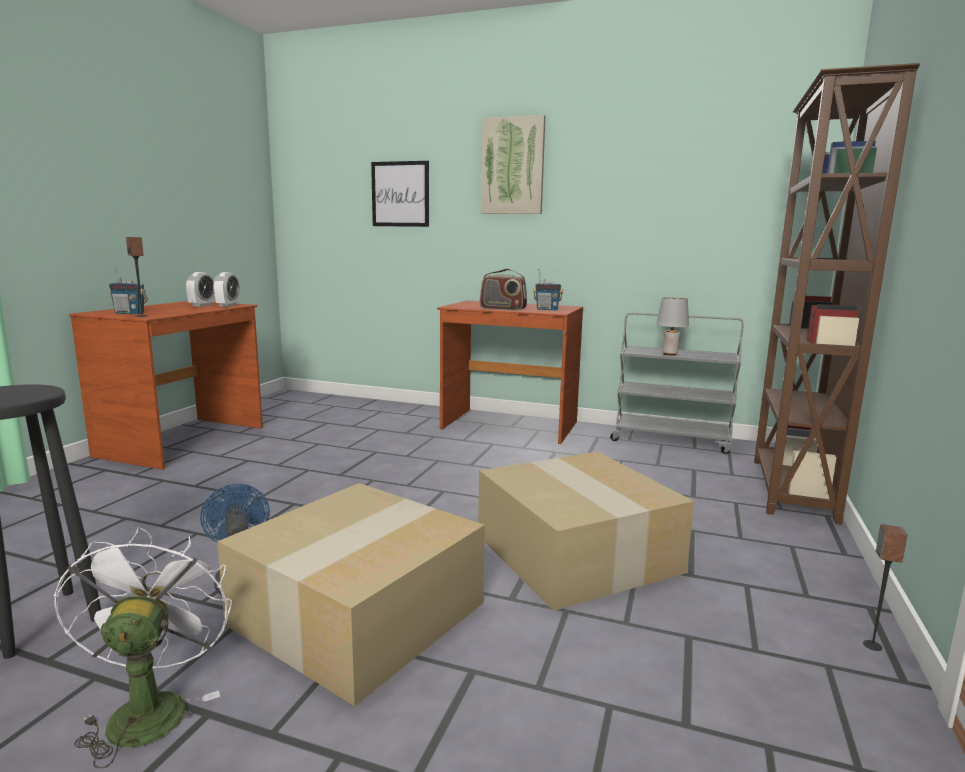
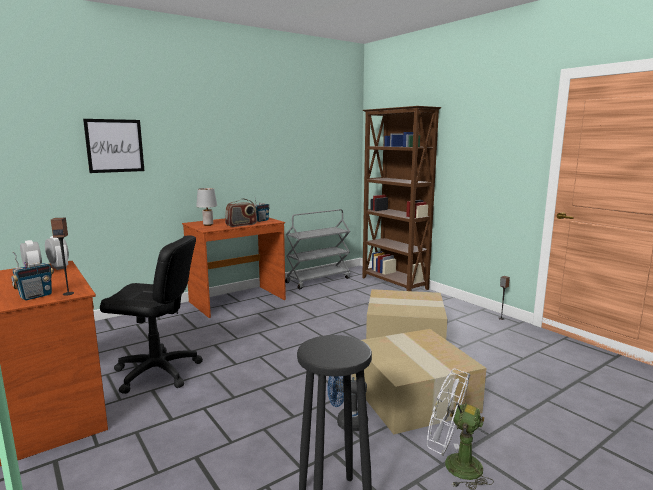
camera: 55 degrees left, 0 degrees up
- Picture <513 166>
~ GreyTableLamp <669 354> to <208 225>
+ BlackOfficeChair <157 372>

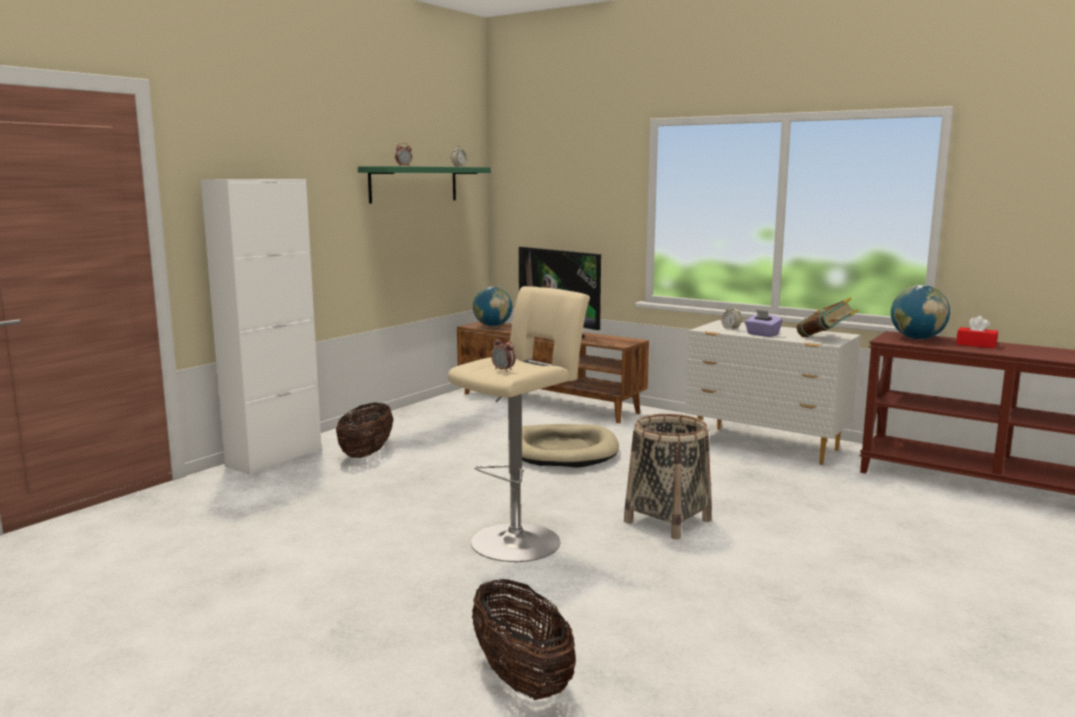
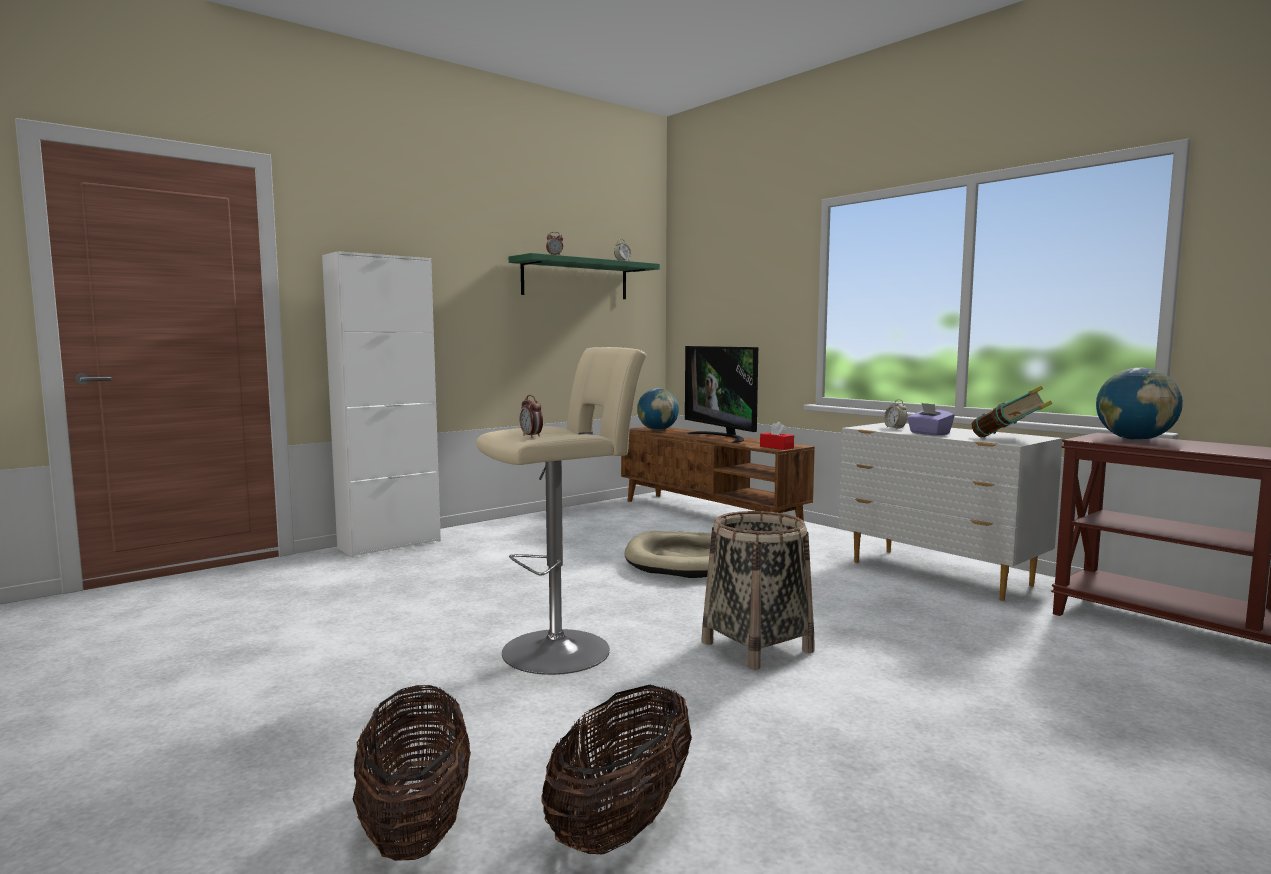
camera: 15 degrees right, 5 degrees down
~ RedTissueBox <976 345> to <776 447>
~ Basket <366 453> to <622 823>

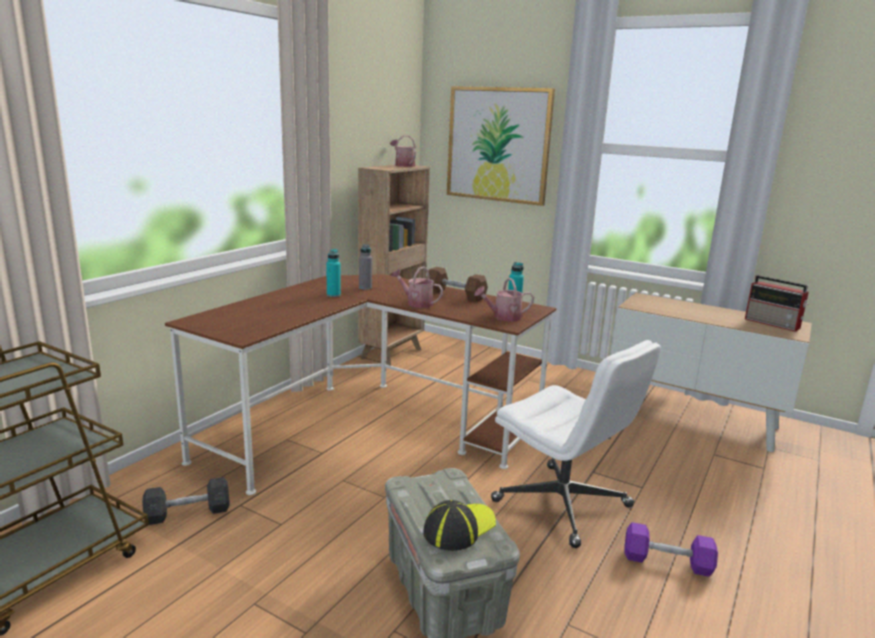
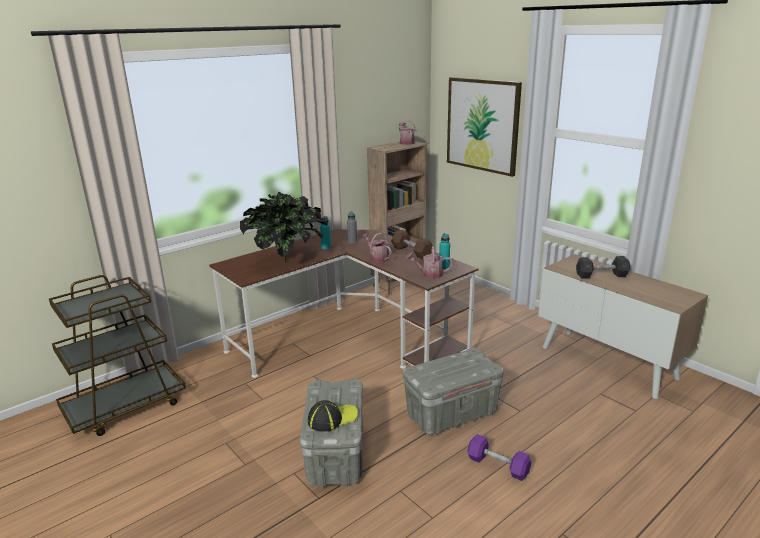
camera: 20 degrees right, 5 degrees up
- Radio <773 324>
~ WhiteOfficeChair <563 504> to GreyStorageBox <451 414>
~ GreyDumbbell <188 513> to <601 275>
+ PottedPlant <287 262>

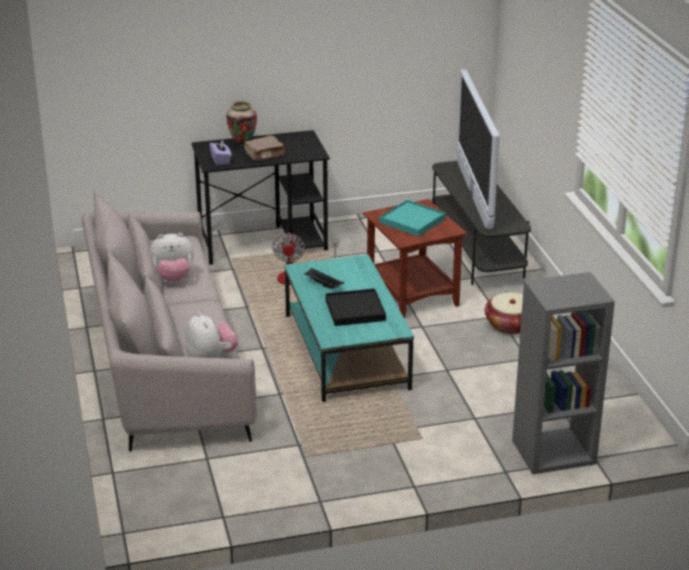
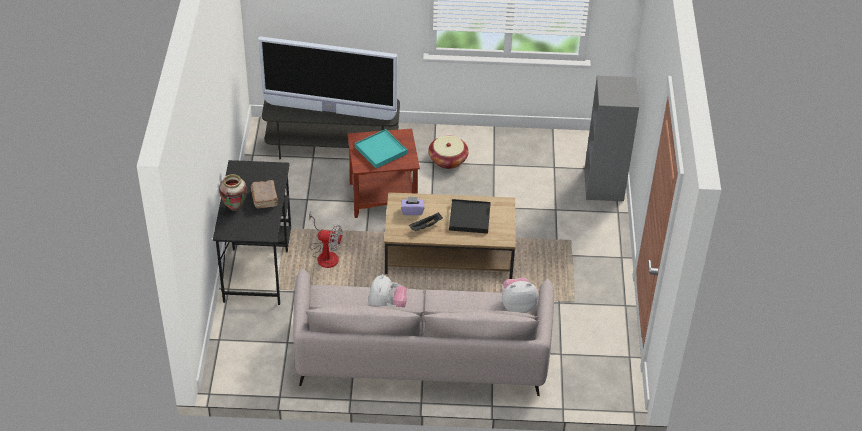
camera: 75 degrees left, 15 degrees up
~ PurpleTissueBox <221 160> to <412 211>
~ TurquoiseCoffeeTable <345 350> to BrownCoffeeTable <448 252>

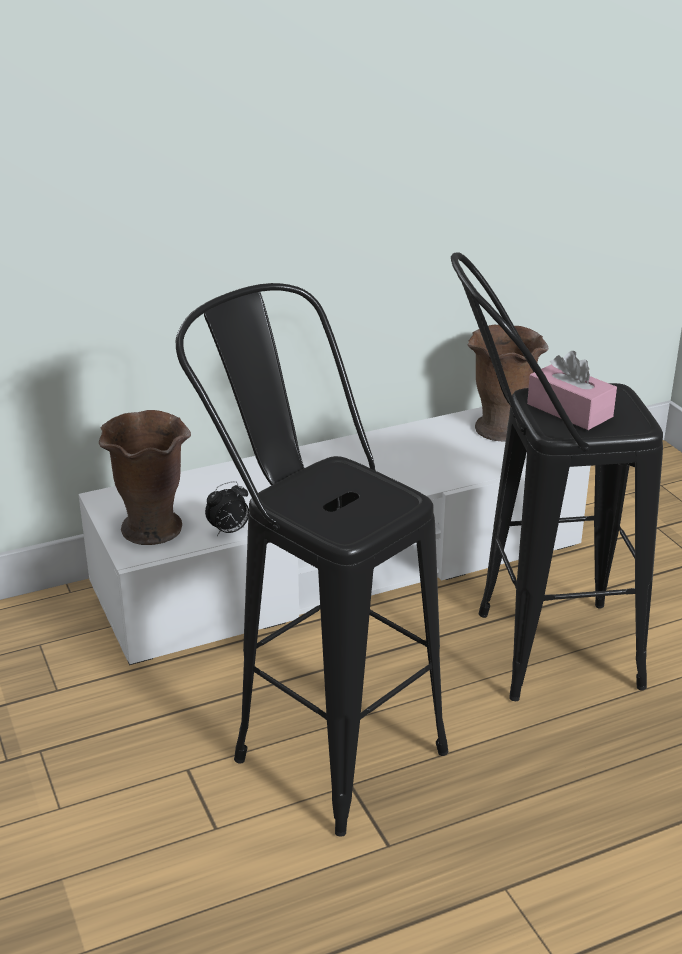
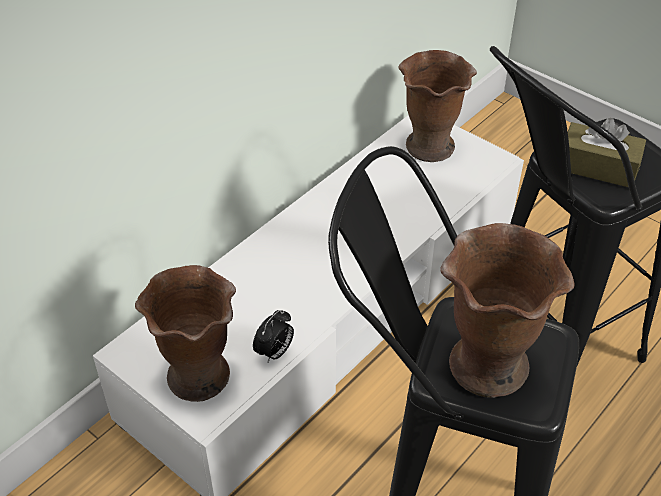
camera: 25 degrees left, 15 degrees up
~ PinkTissueBox <569 410> to BrownTissueBox <598 167>
+ BrownVase <487 366>

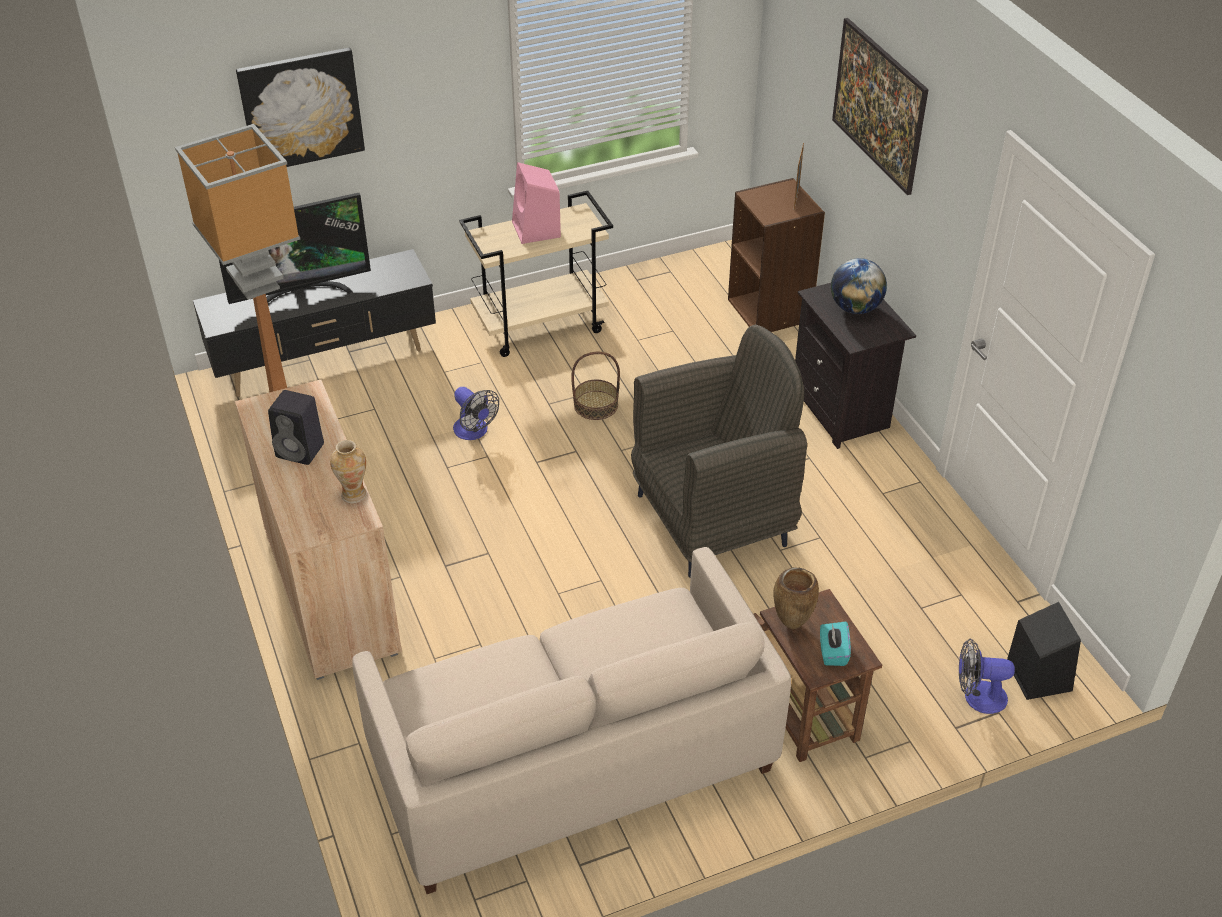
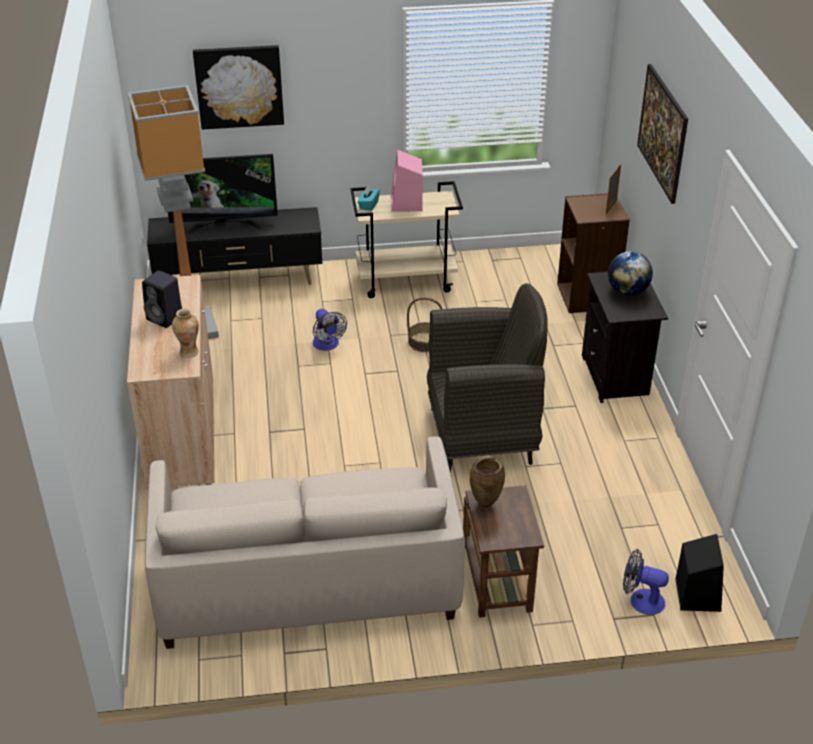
camera: 15 degrees right, 5 degrees down
~ TurquoiseTissueBox <833 652> to <368 205>

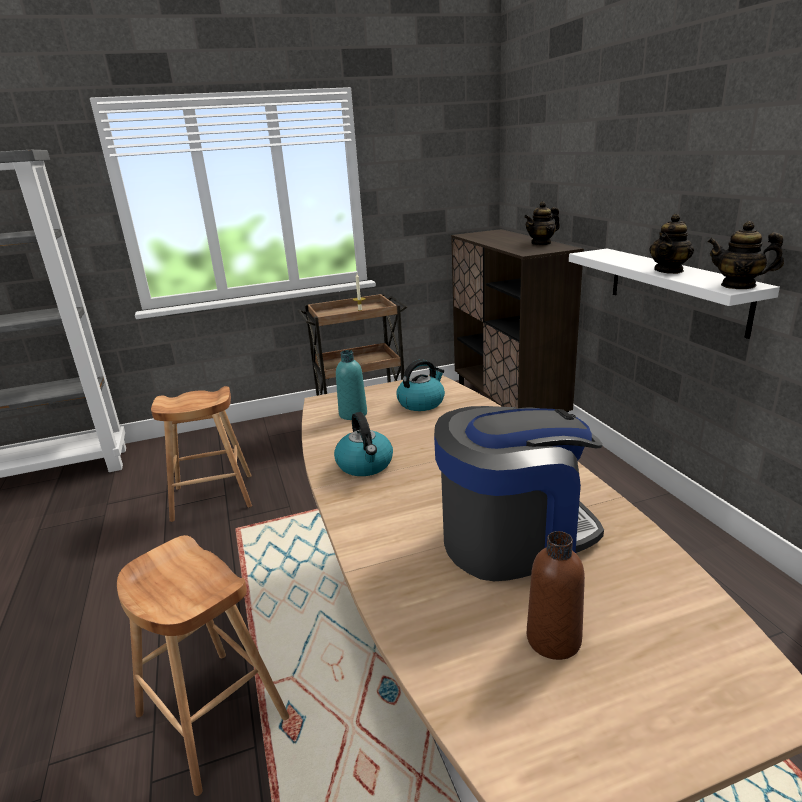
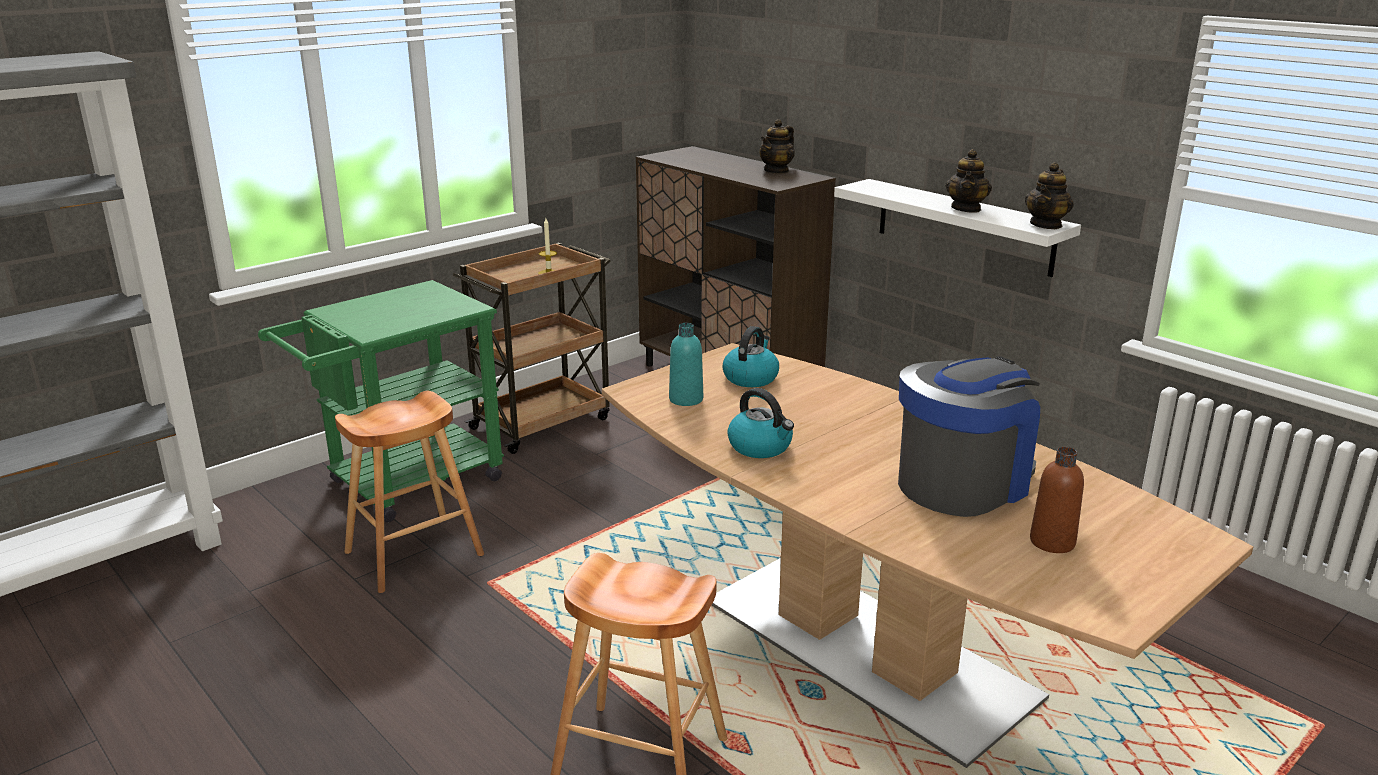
camera: 25 degrees left, 0 degrees up
~ Teapot <738 285> = <1046 225> 60 degrees counterclockwise
+ GreenCart <403 485>

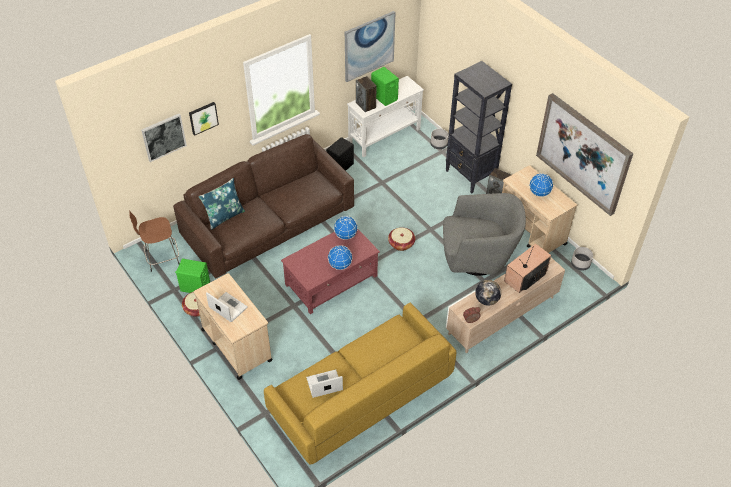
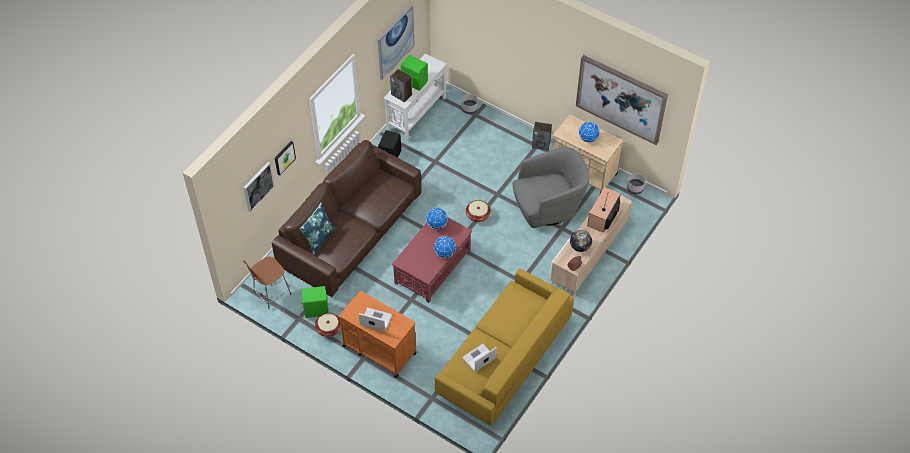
camera: 20 degrees left, 5 degrees up
- BlackBookcase <470 176>
~ BeigeCart <236 344> to OrangeCart <379 349>

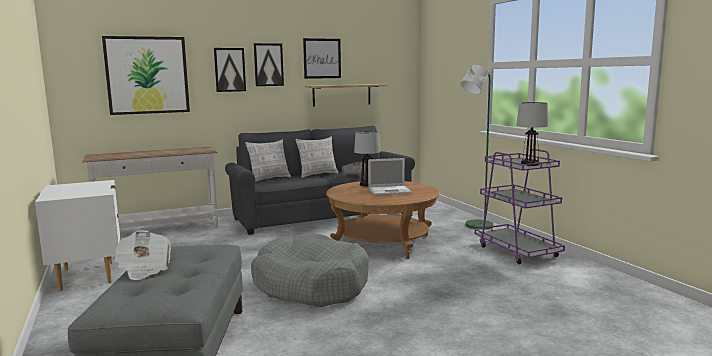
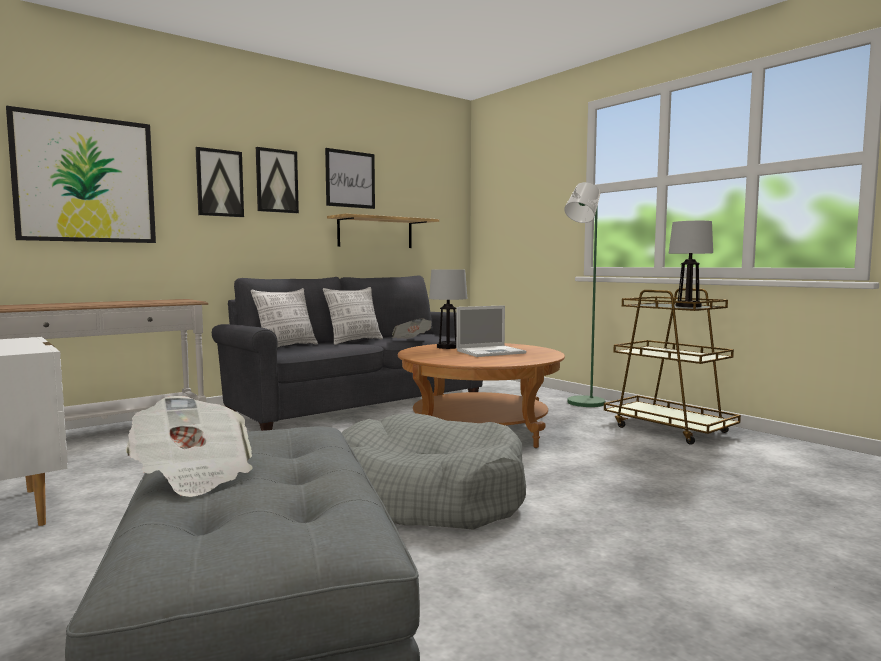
camera: 15 degrees left, 5 degrees down
~ PurpleCart <517 251> to BrownCart <669 429>

